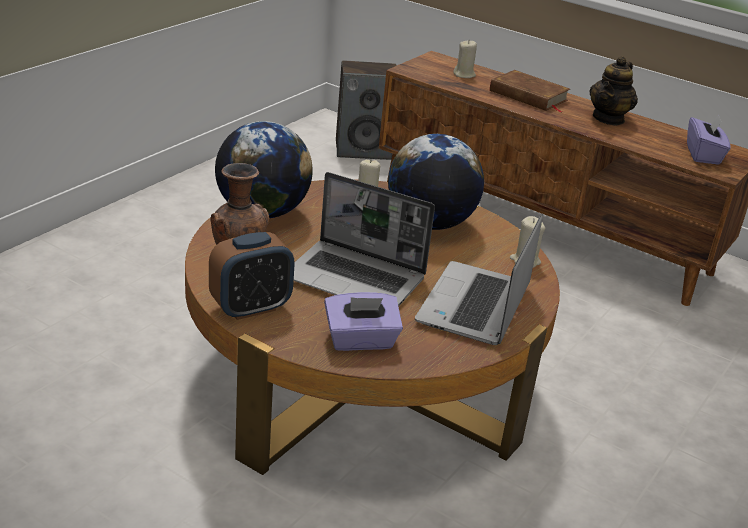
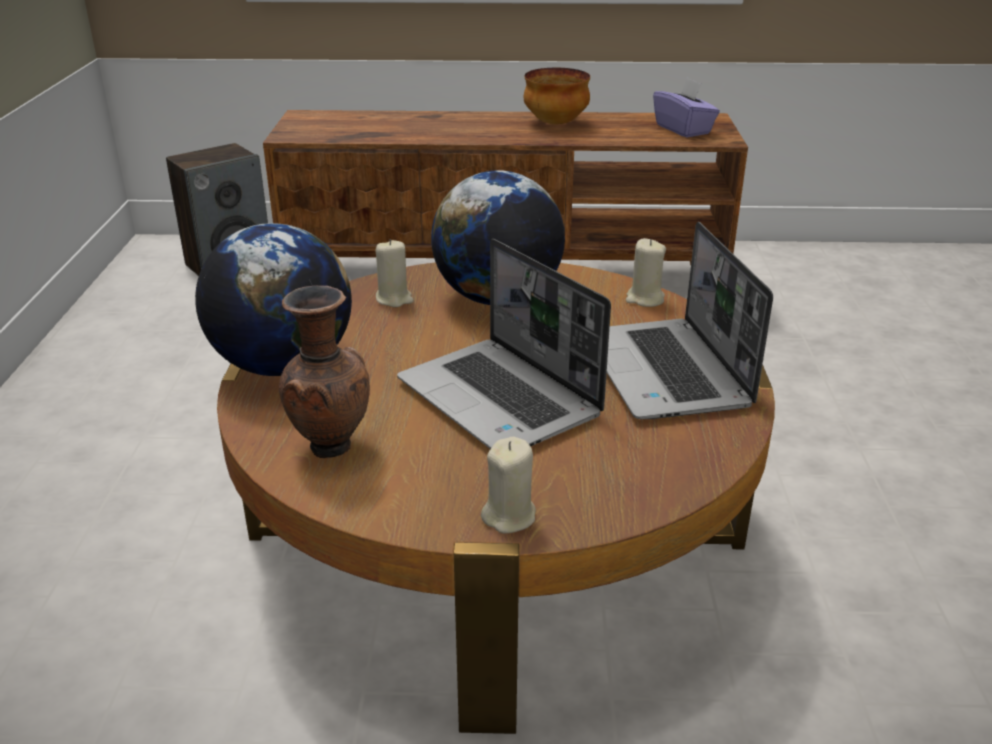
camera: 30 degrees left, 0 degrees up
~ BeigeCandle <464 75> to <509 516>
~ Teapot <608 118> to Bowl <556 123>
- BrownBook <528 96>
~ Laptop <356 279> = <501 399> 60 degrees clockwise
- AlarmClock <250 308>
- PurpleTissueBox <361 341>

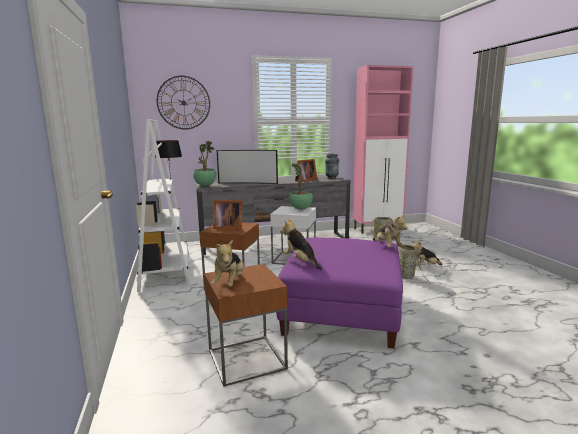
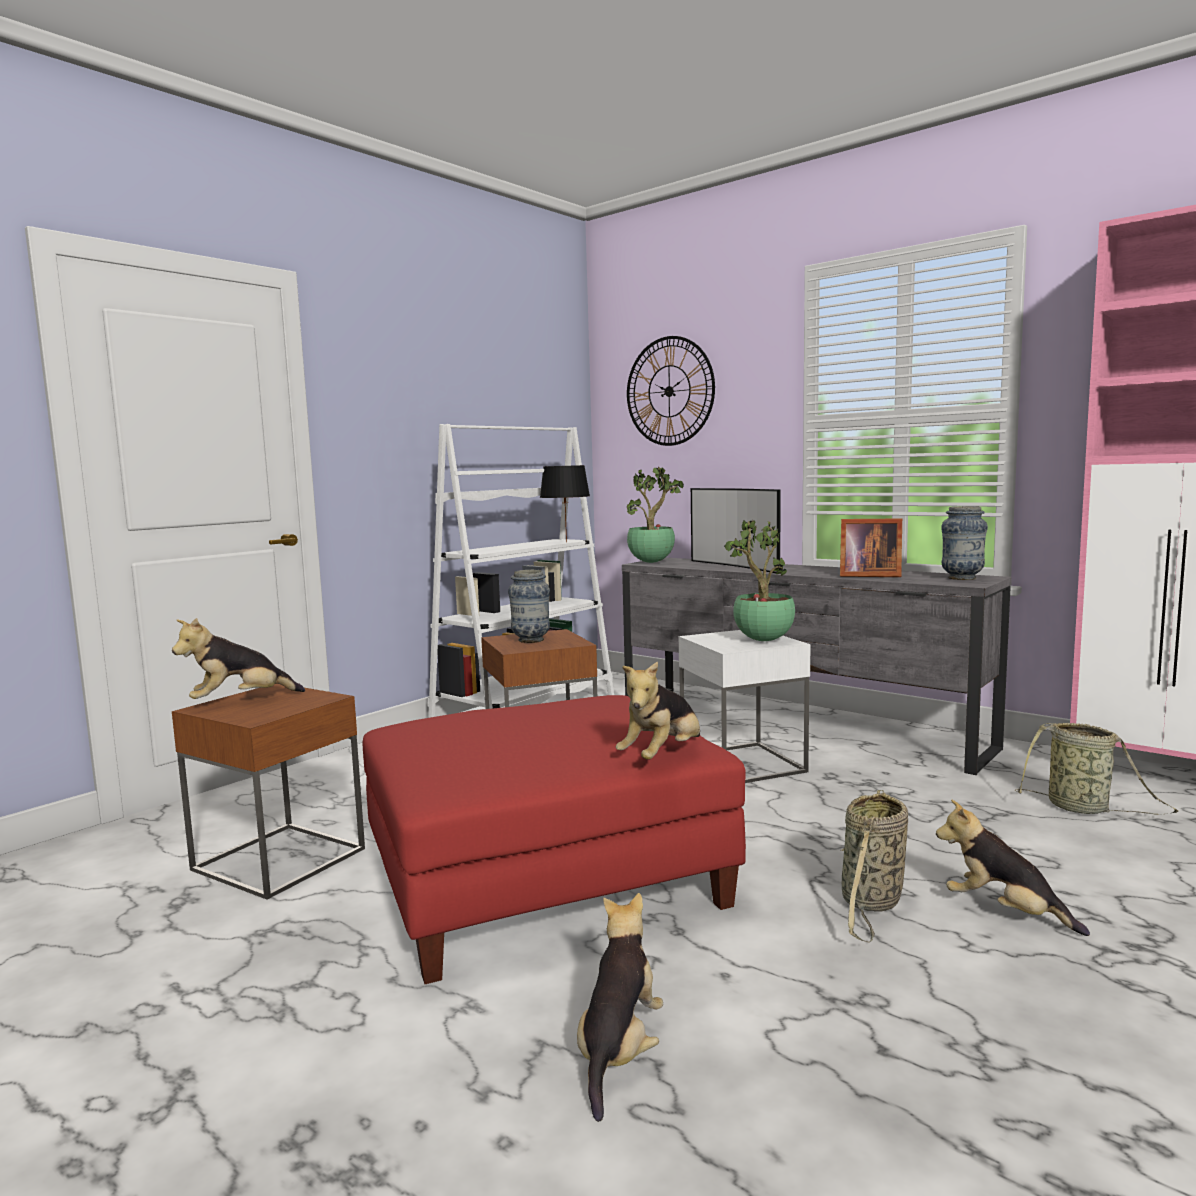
camera: 55 degrees right, 5 degrees down
~ PictureFrame <227 227> to Vase <531 640>
~ PlushToy <300 262> to <619 1051>
~ PurpleOttoman <341 311> to RedOttoman <545 880>

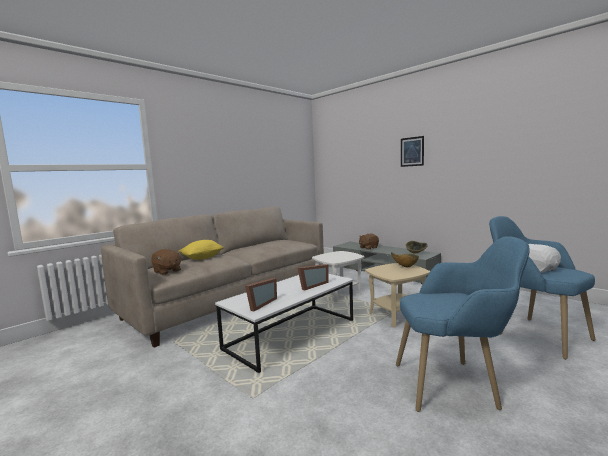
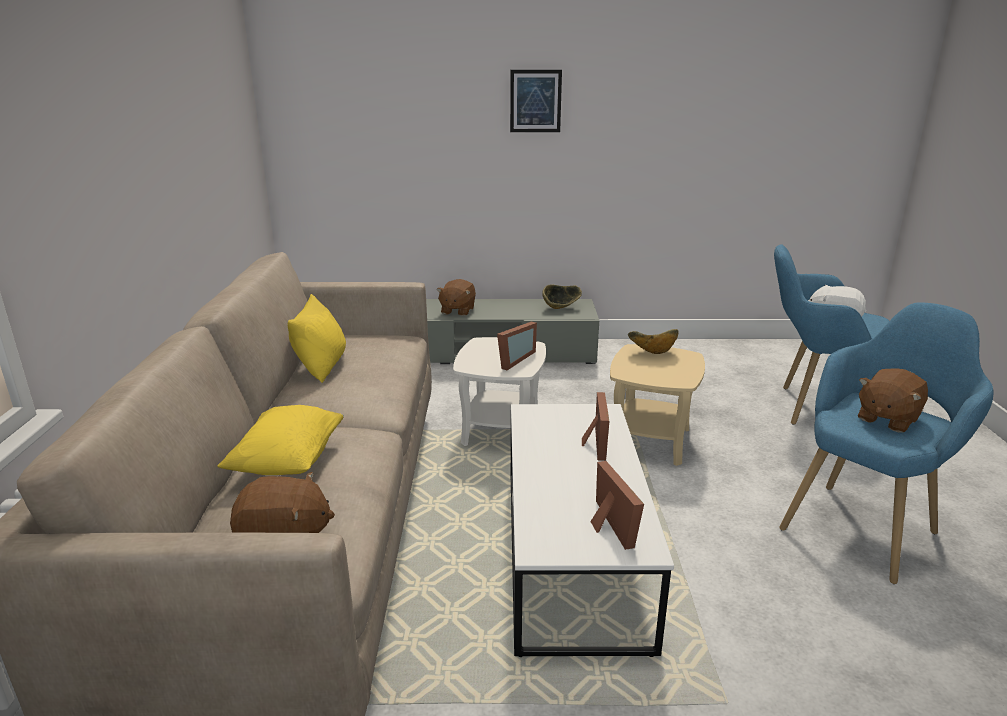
camera: 45 degrees left, 15 degrees up
+ YellowPillow <321 367>
+ PictureFrame <512 360>
+ BrownPlushToy <886 419>

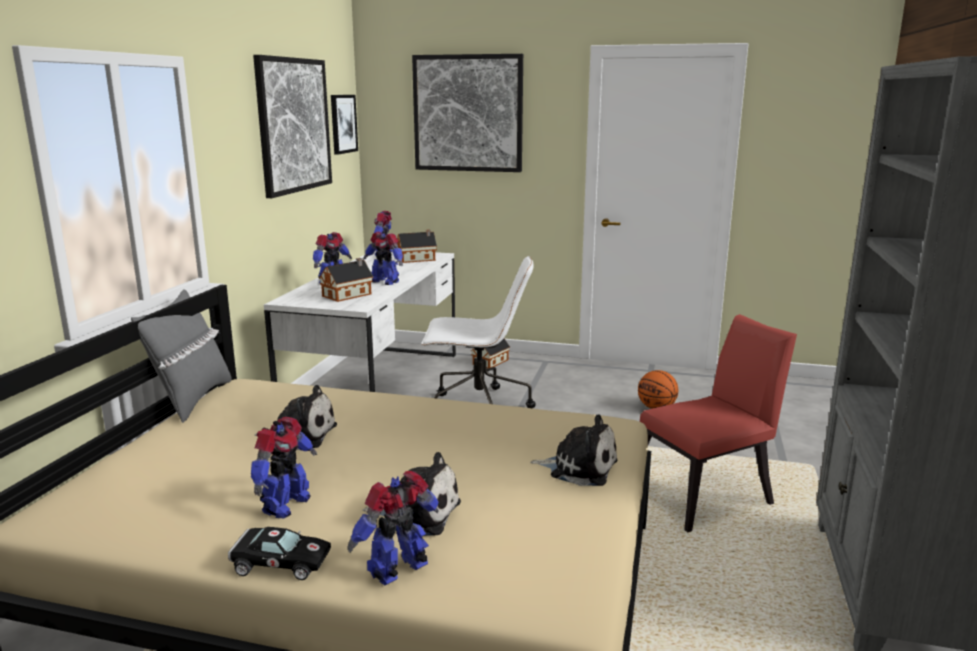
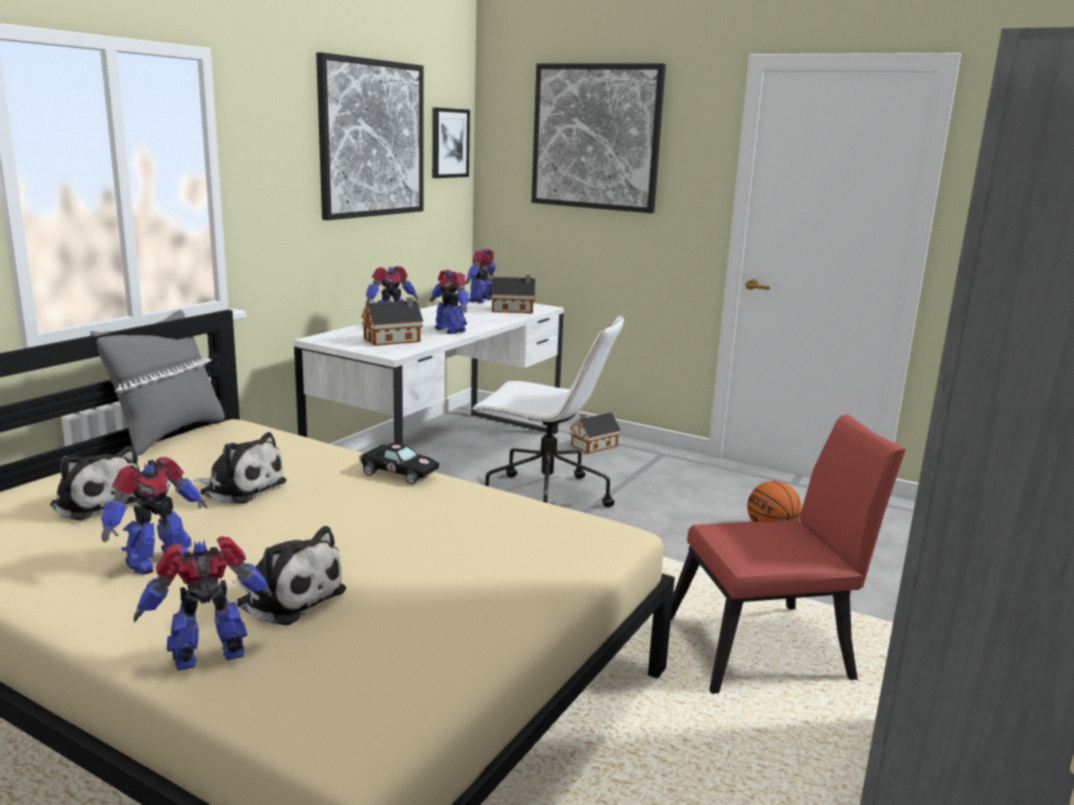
camera: 15 degrees right, 0 degrees up
~ PlushToy <579 468> to <96 502>
~ BlackToyCar <278 563> to <397 473>

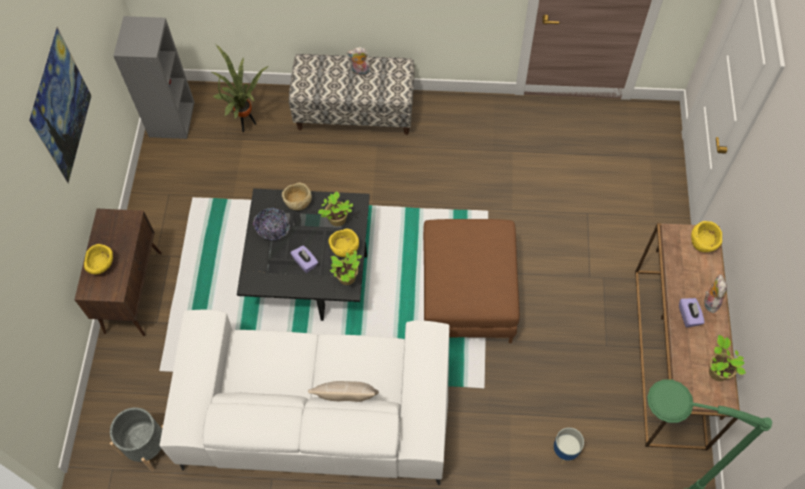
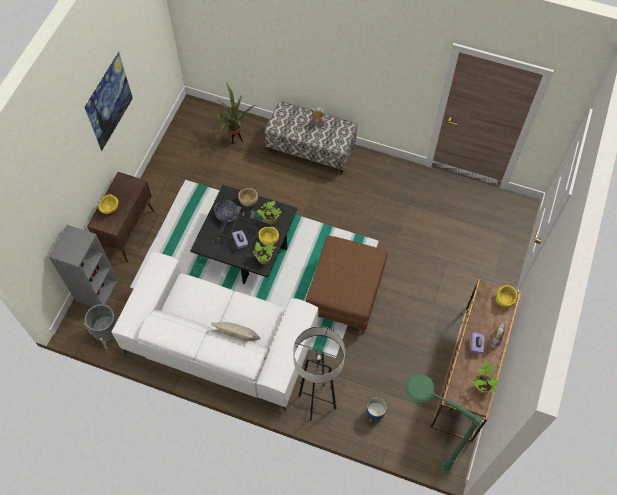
camera: 15 degrees right, 0 degrees up
~ GreyBookcase <171 118> to <97 290>
+ GreyFloorLamp <317 402>

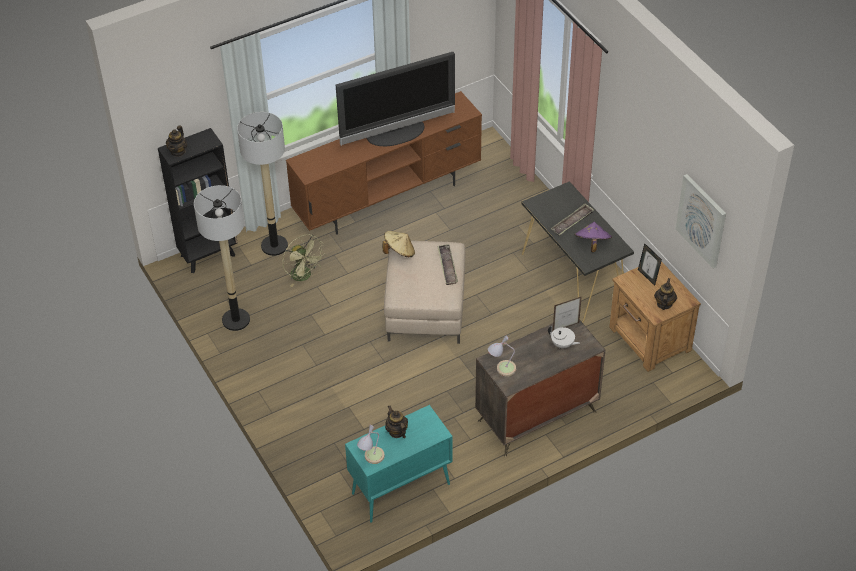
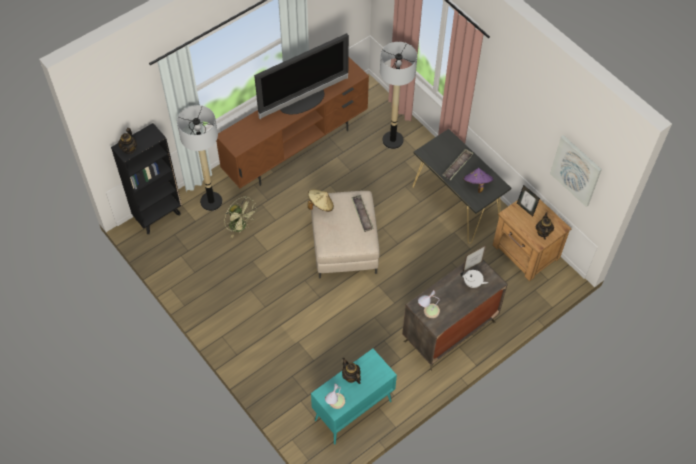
camera: 10 degrees left, 10 degrees up
~ FloorLamp <236 320> to <393 140>

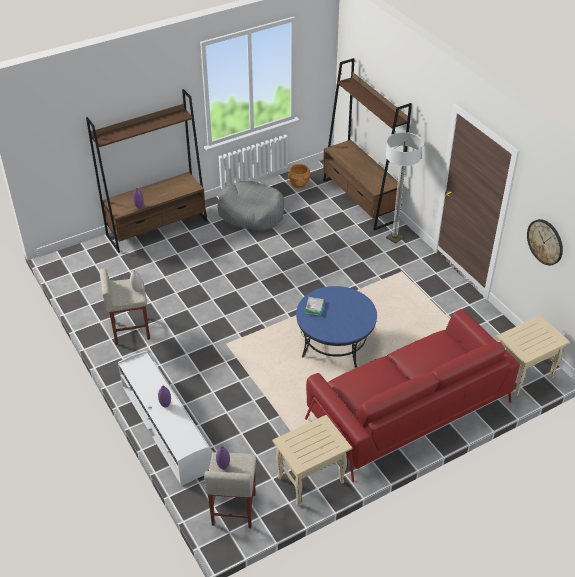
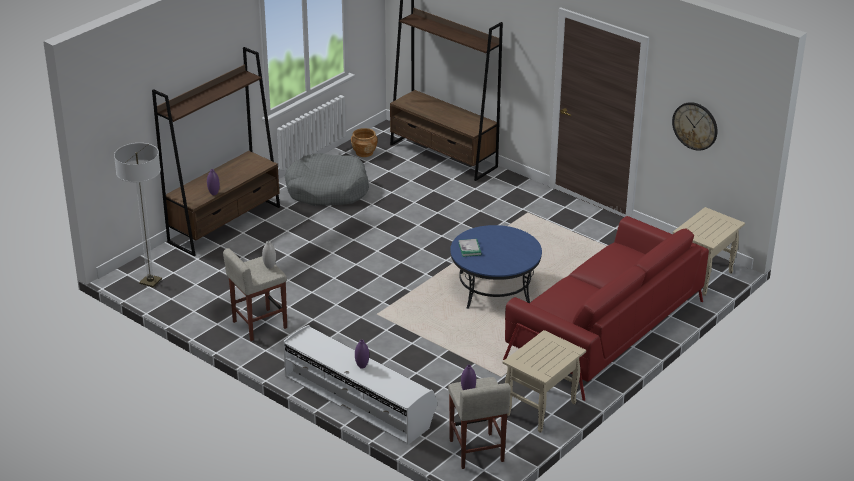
camera: 20 degrees left, 10 degrees down
~ FloorLamp <394 238> to <150 281>

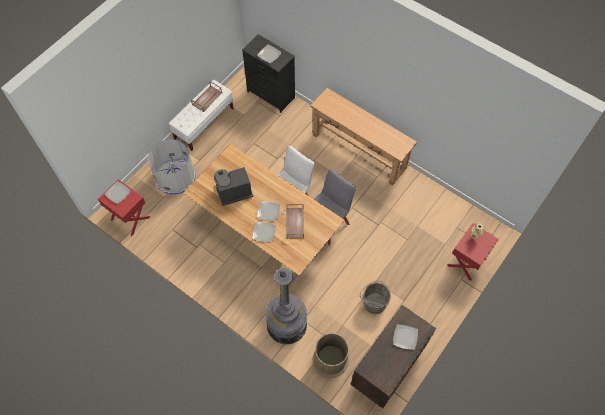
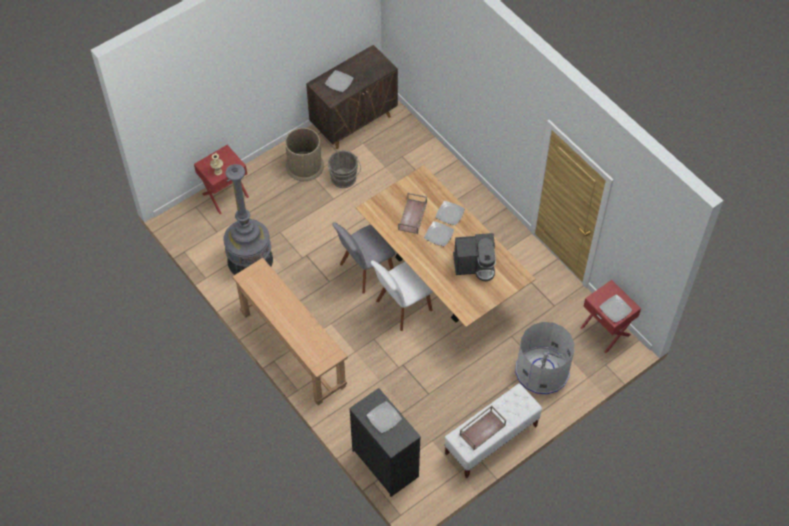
camera: 165 degrees left, 5 degrees down
~ GreyFloorLamp <286 324> to <250 260>
~ BrownTrashCan <330 359> to <304 166>

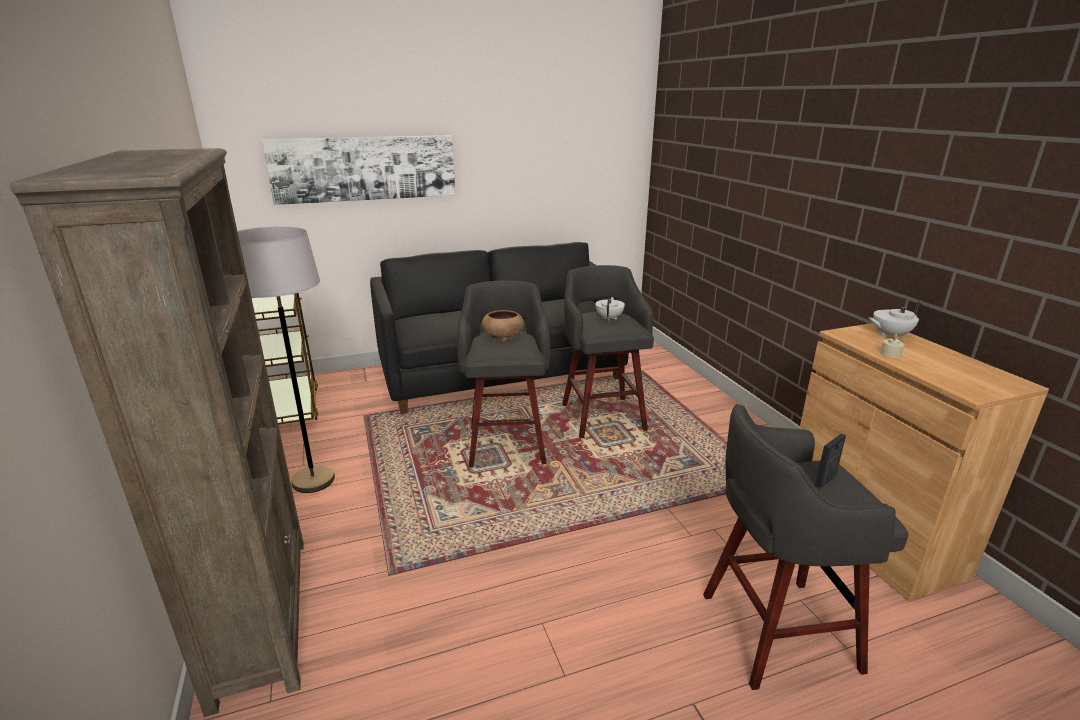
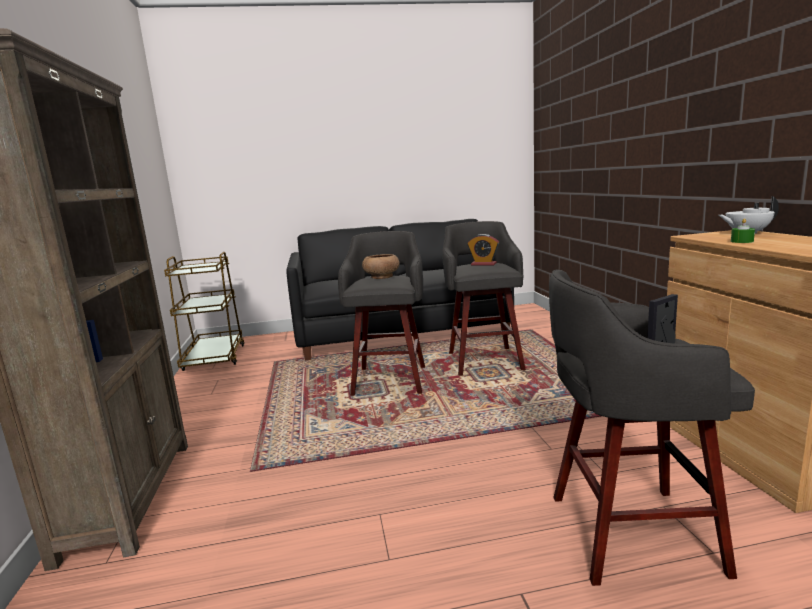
camera: 10 degrees right, 10 degrees down
- Picture <364 168>
- GreyFloorLamp <313 480>
~ WhiteTeapot <609 318> to AlarmClock <483 264>
~ BeigeCandle <890 354> to GreenCandle <742 241>

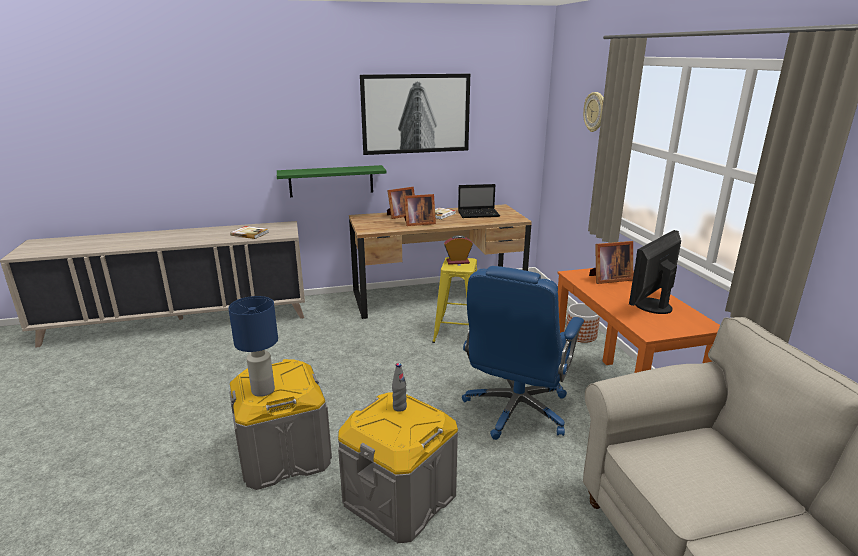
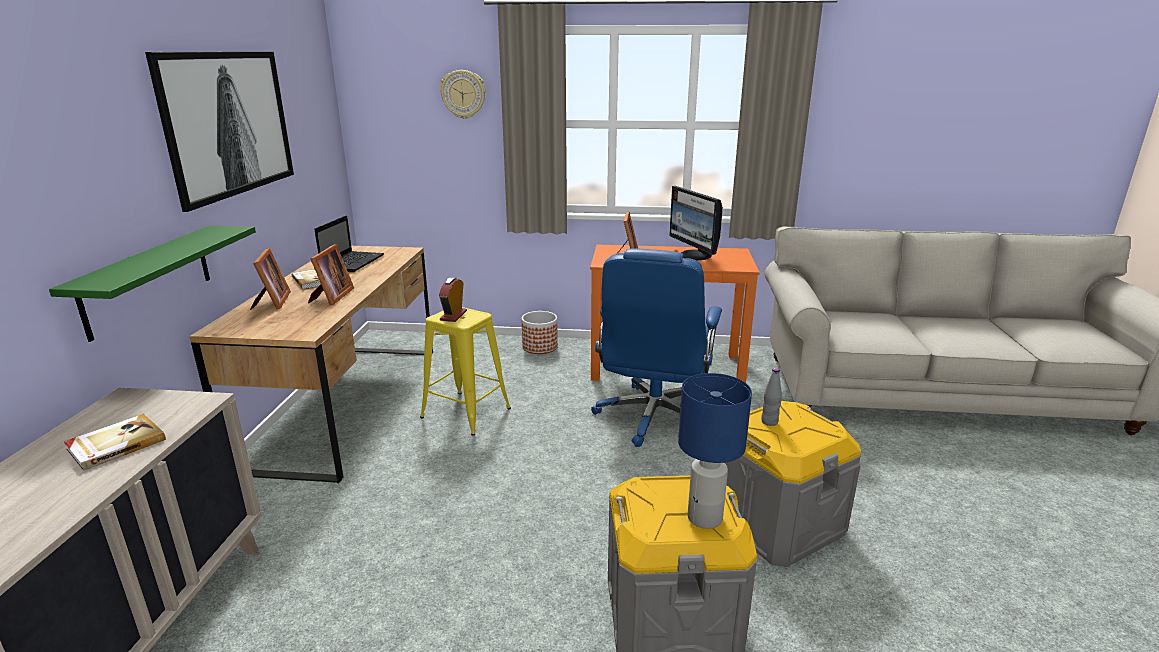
camera: 70 degrees left, 0 degrees up
~ BlueOfficeChair <516 410> = <653 417> 60 degrees clockwise

